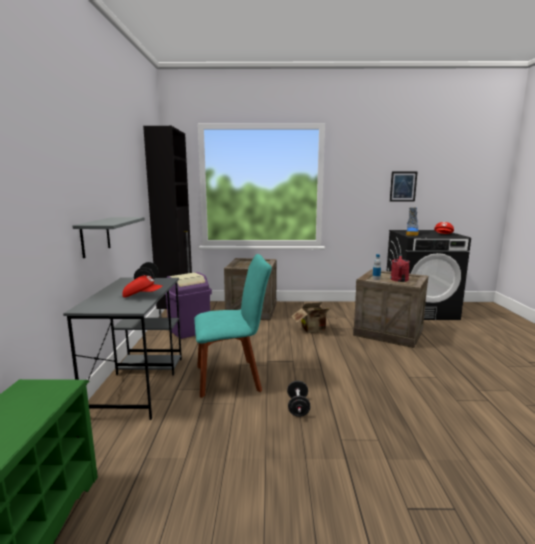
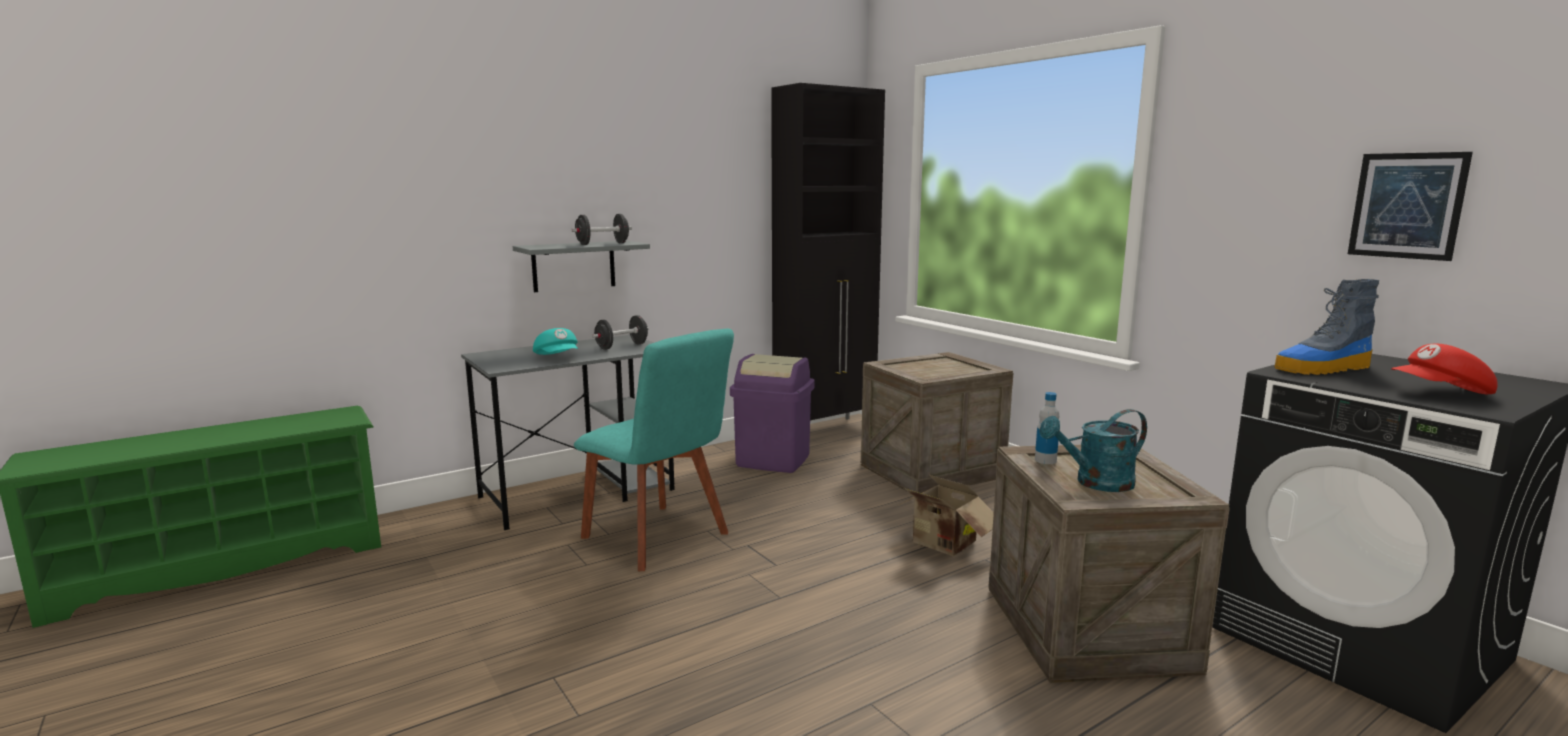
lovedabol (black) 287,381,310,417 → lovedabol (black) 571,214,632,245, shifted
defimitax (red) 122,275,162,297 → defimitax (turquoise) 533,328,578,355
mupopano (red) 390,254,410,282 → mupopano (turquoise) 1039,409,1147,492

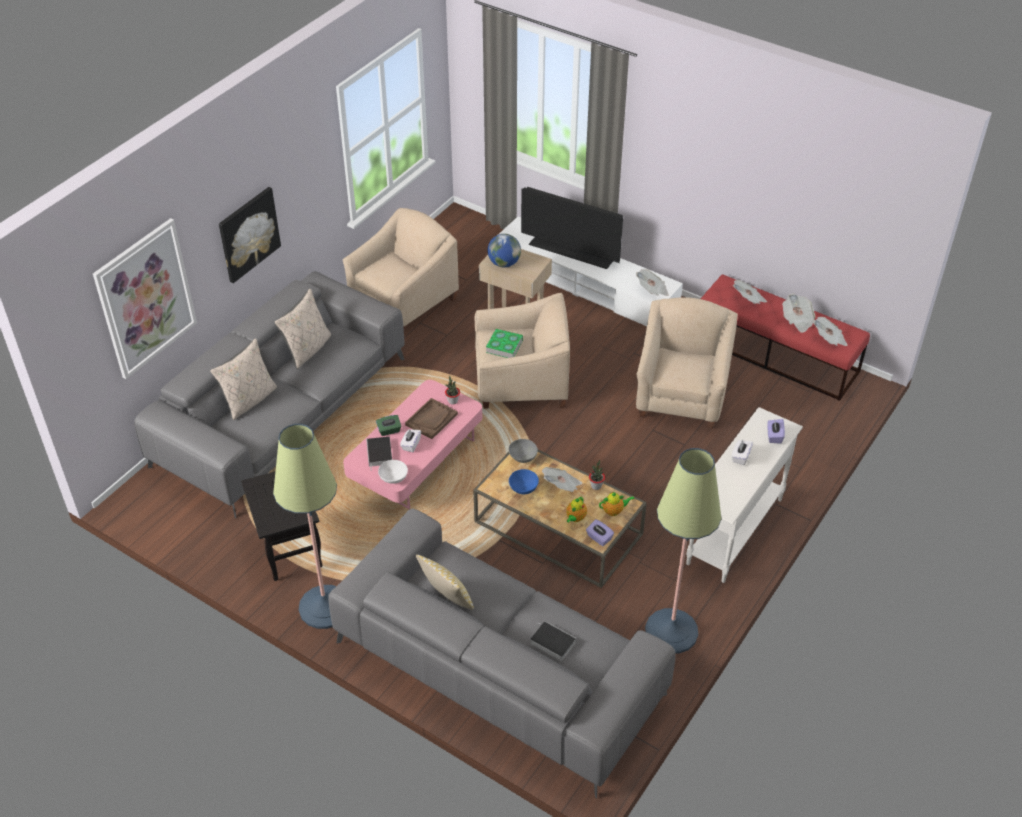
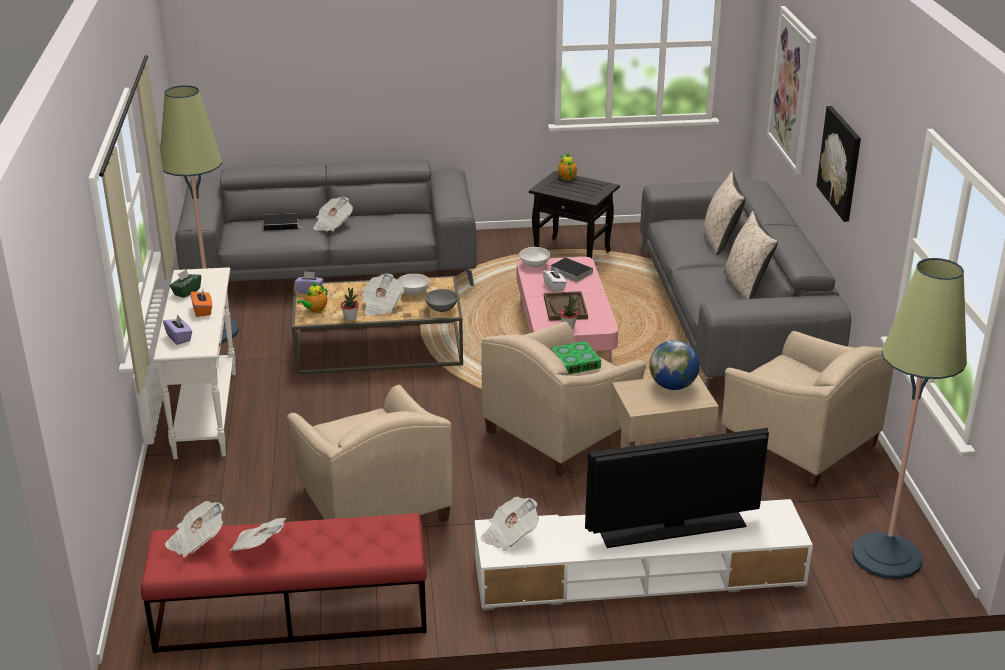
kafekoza 416,555,474,610 → -
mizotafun 273,424,337,629 → mizotafun 852,258,967,579, shifted
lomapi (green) 376,415,402,436 → lomapi (green) 170,269,201,298, shifted
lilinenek 566,496,587,523 → lilinenek 558,153,577,180, shifted
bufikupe 733,280,767,304 → bufikupe 313,197,353,231, shifted
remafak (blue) 509,469,539,494 → remafak (white) 397,274,430,295
lomapi (white) 731,440,753,465 → lomapi (orange) 191,290,212,317
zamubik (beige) 342,208,459,332 → zamubik (beige) 722,331,894,488, 45 degrees counterclockwise

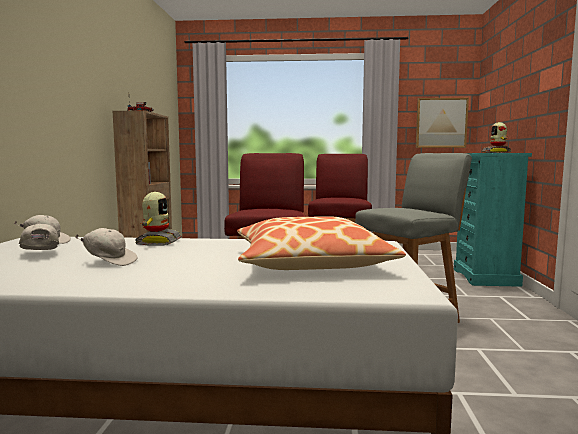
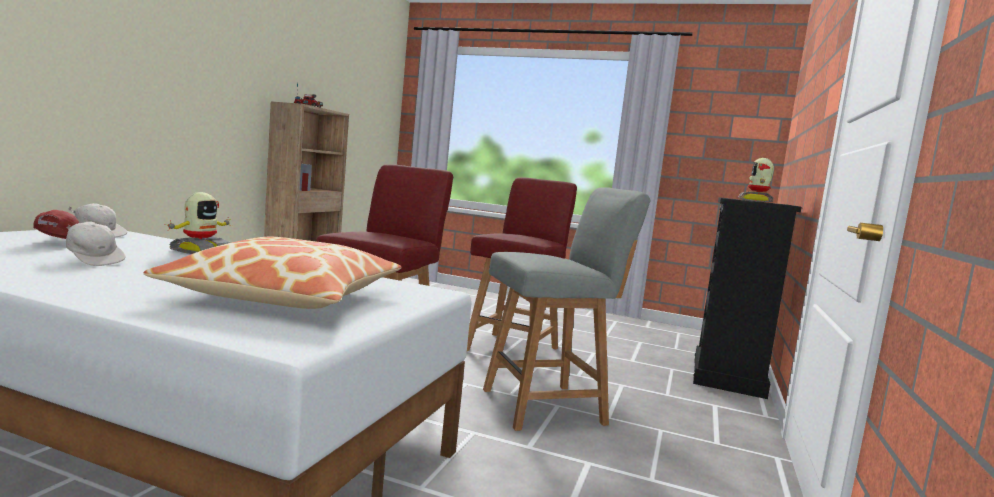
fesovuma 416,98,469,148 → -
defimitax (white) 19,224,59,250 → defimitax (red) 33,210,79,239
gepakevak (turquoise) 454,153,532,287 → gepakevak (black) 693,197,801,399

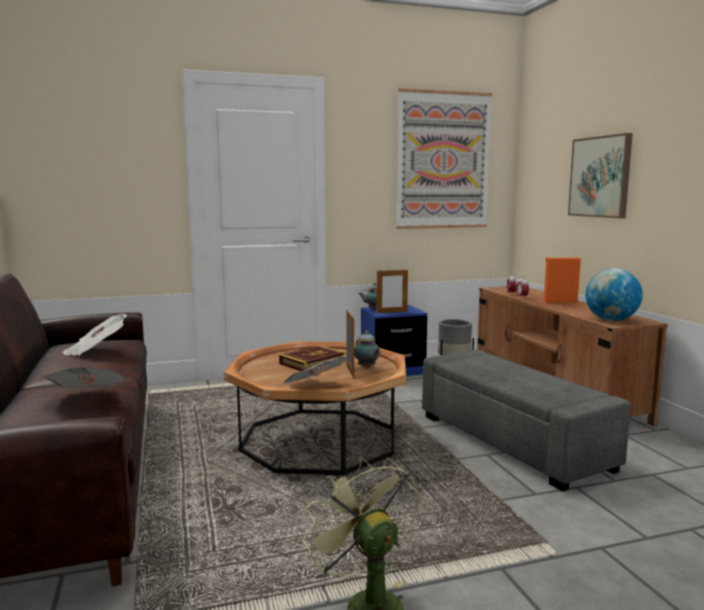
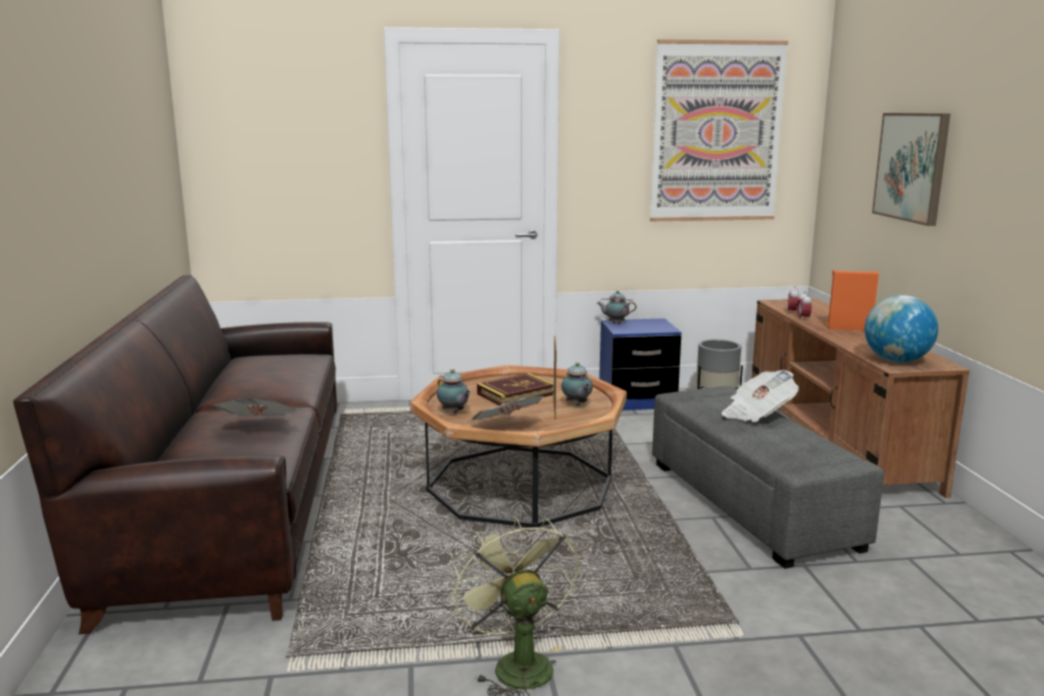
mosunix 377,269,408,313 → -
- → lilinenek 437,369,471,413
bufikupe 63,314,127,356 → bufikupe 722,370,799,422, shifted

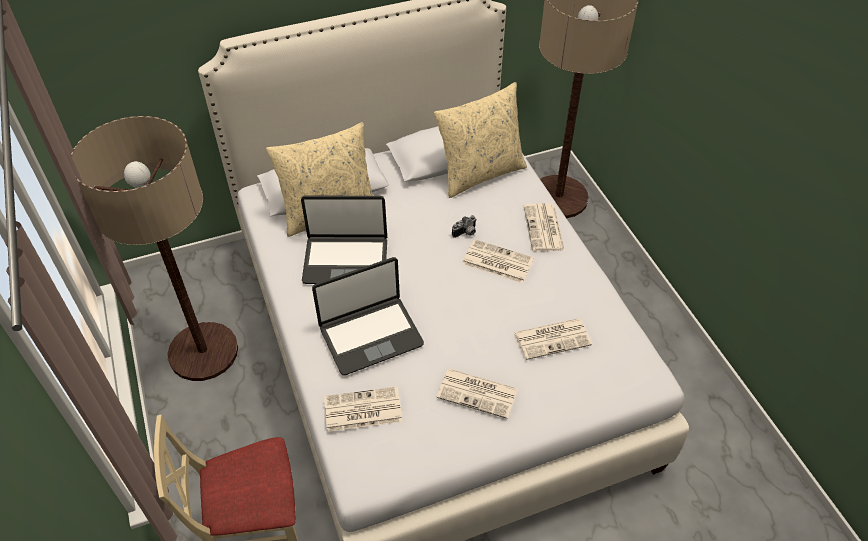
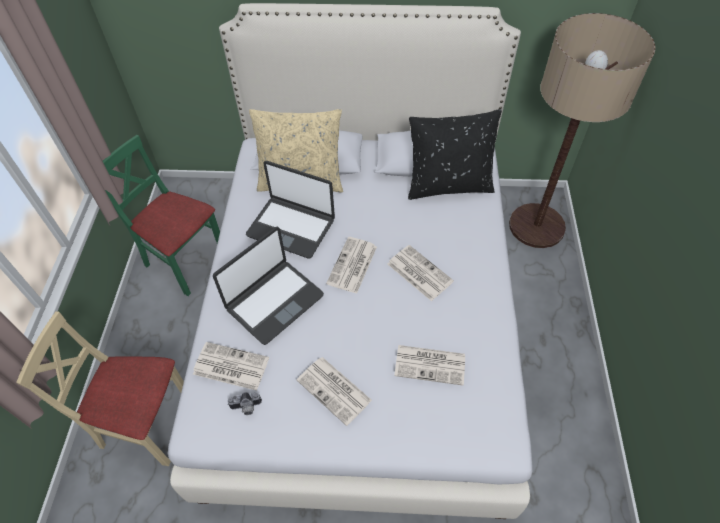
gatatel 452,215,477,238 → gatatel 227,392,262,415, shifted
bufikupe 524,203,565,252 → bufikupe 326,237,377,294, shifted
mizotafun 71,116,238,381 → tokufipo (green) 103,135,220,296
kafekoza (beige) 434,82,527,198 → kafekoza (black) 408,109,502,200
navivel 312,257,424,375 → navivel 213,227,324,345, 45 degrees counterclockwise

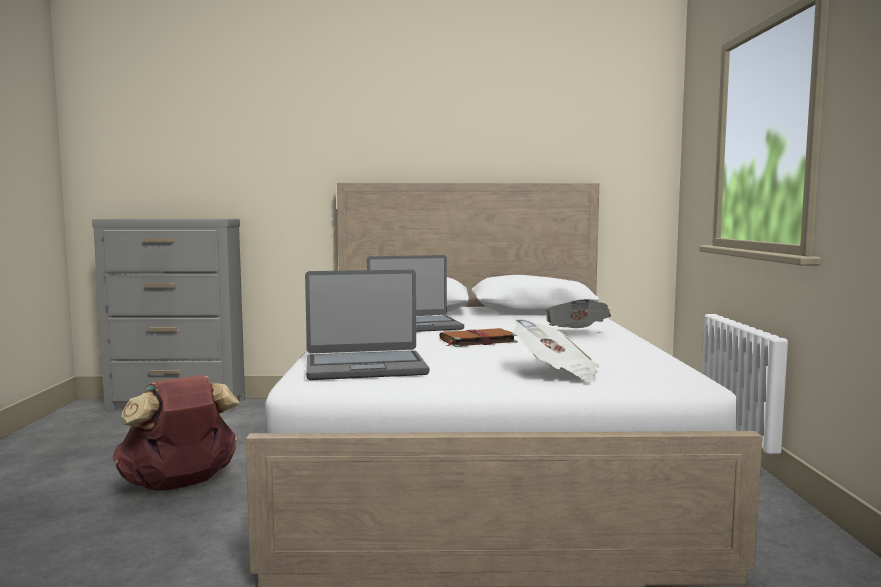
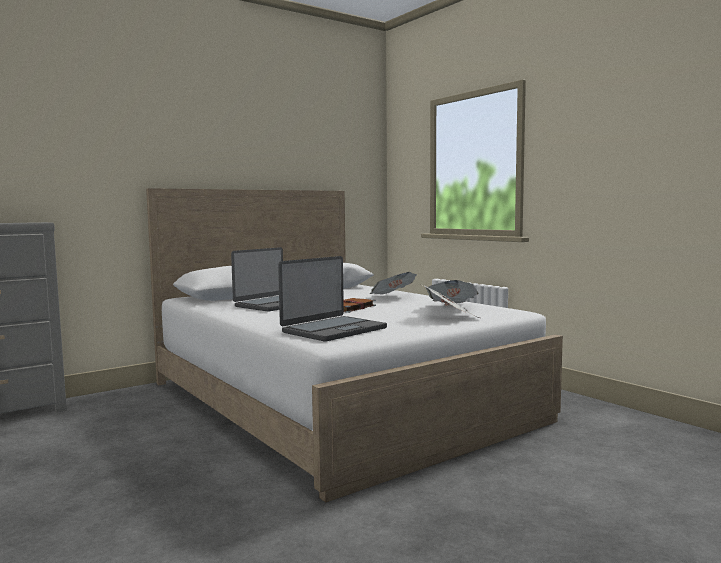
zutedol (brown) 113,375,240,491 → -
- → bufikupe 426,280,479,303

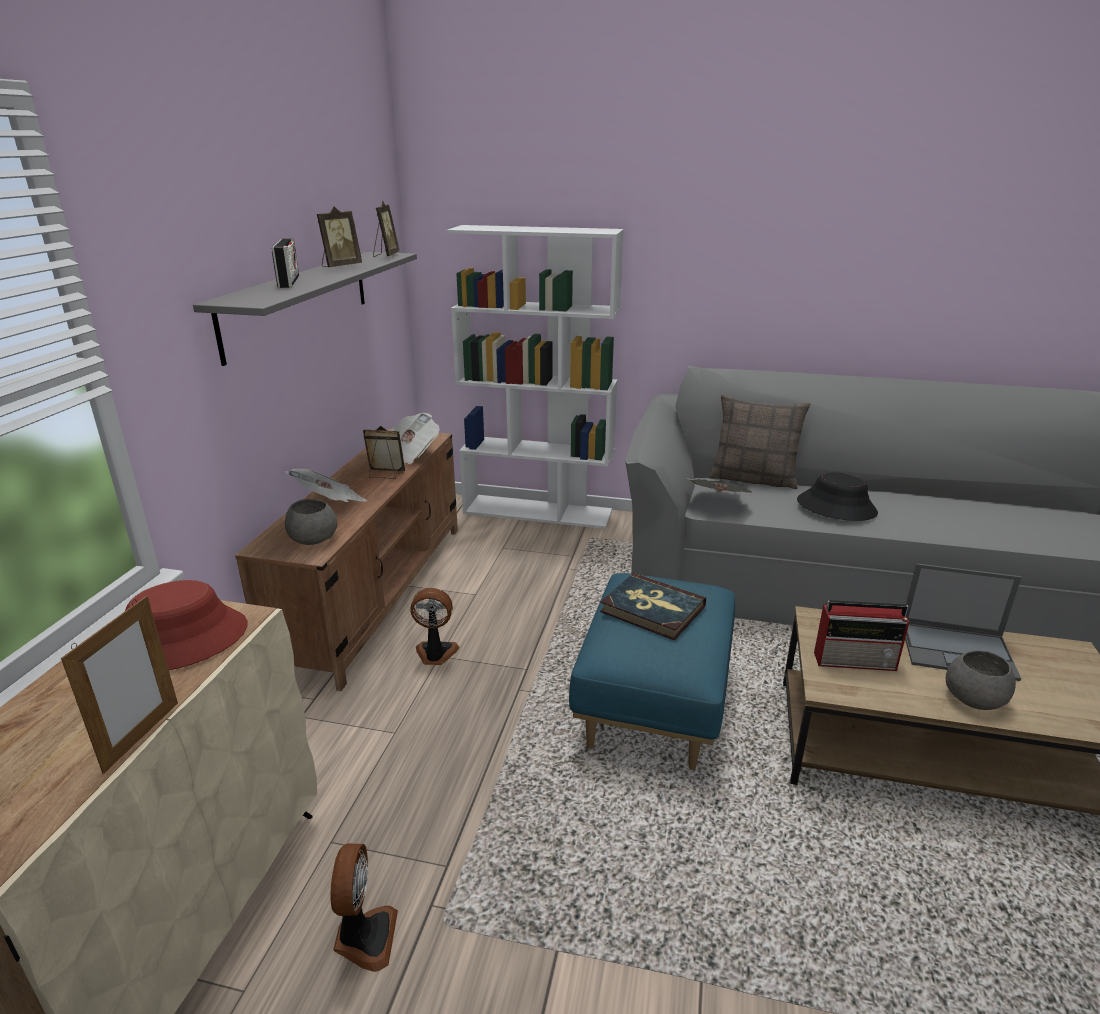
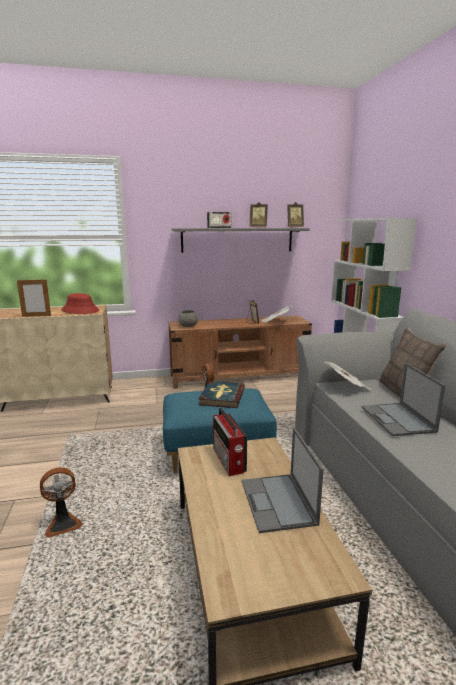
bufikupe 285,468,368,502 → -
remafak (grey) 945,650,1016,710 → -
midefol 330,843,398,972 → midefol 40,467,82,538, shifted
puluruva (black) 797,472,878,521 → navivel 362,363,446,436

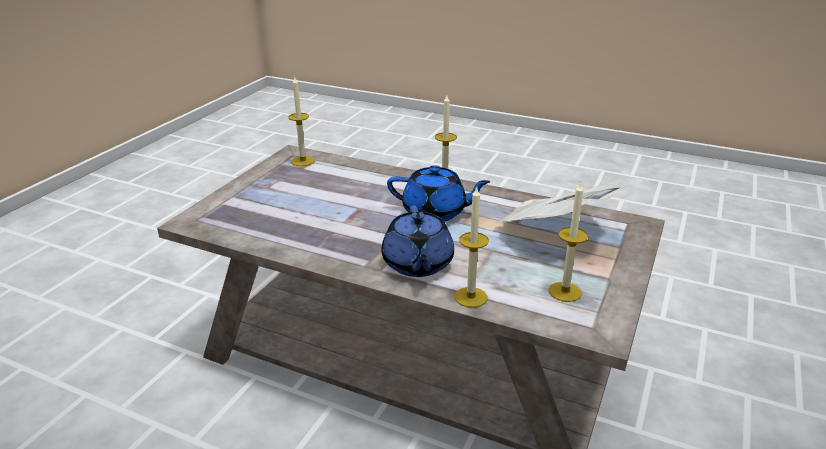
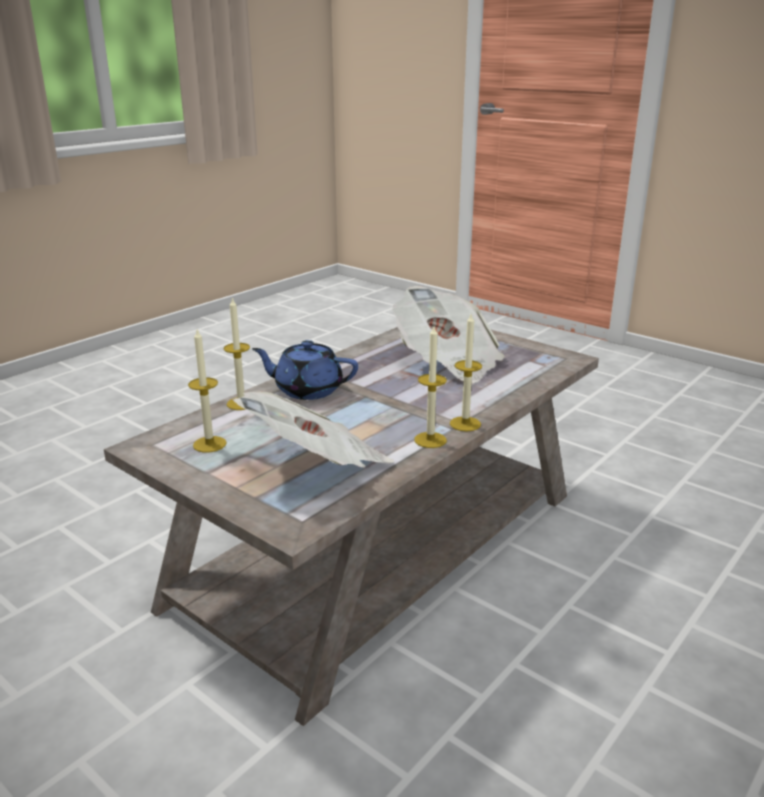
lilinenek (blue) 387,165,490,221 → -
- → bufikupe 392,286,505,384
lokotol 288,77,315,166 → lokotol 414,327,447,448, shifted

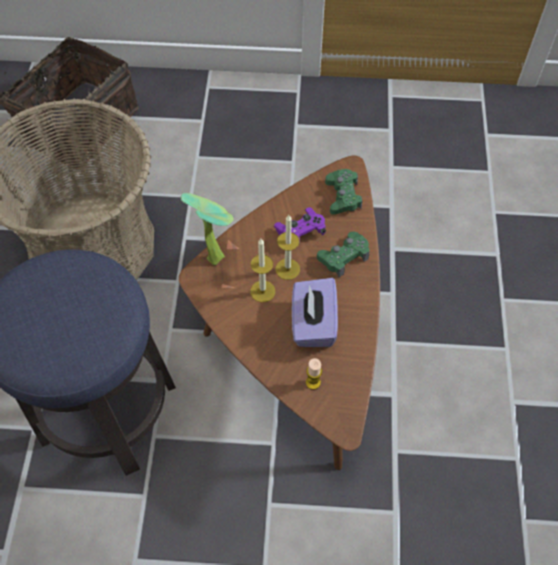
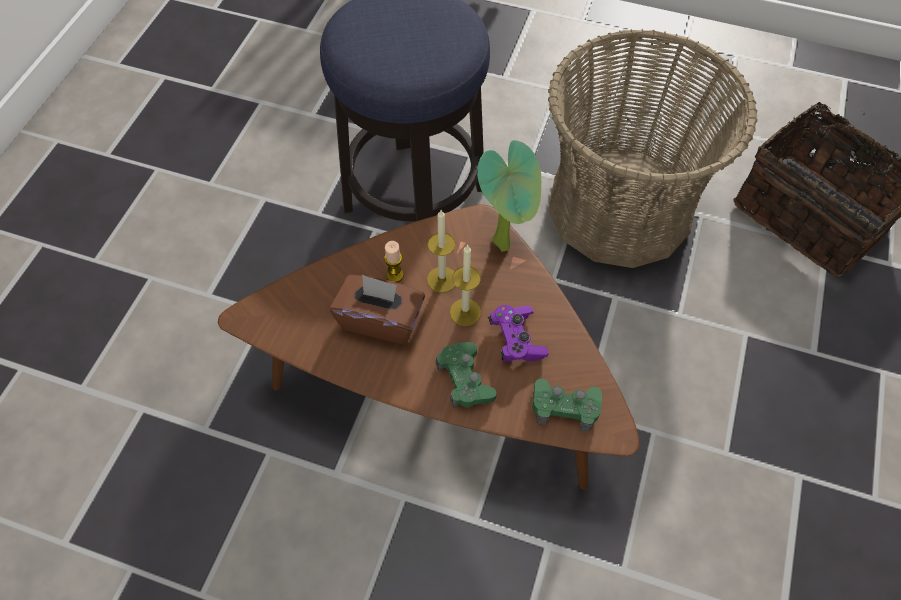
lokotol 306,358,322,390 → lokotol 384,241,404,282, shifted
lomapi (purple) 292,278,338,347 → lomapi (brown) 330,274,425,344

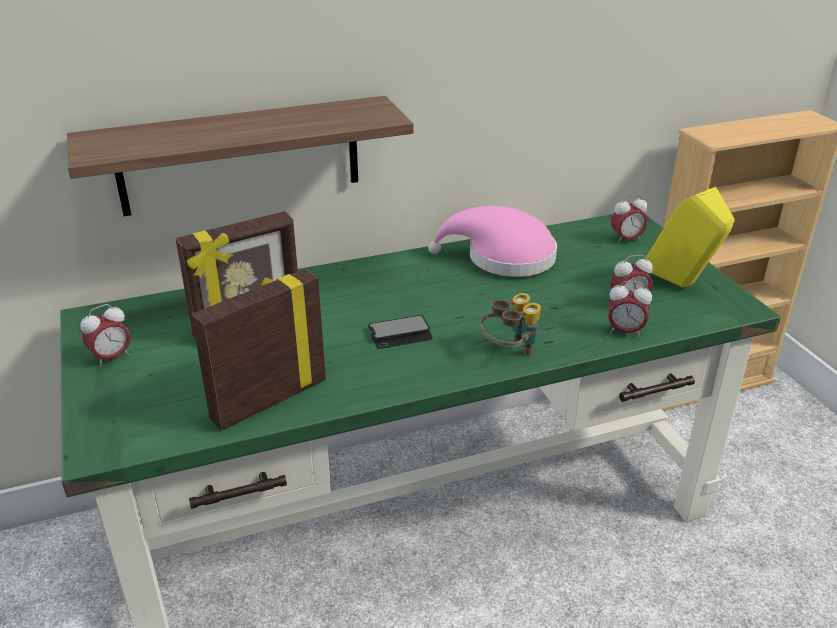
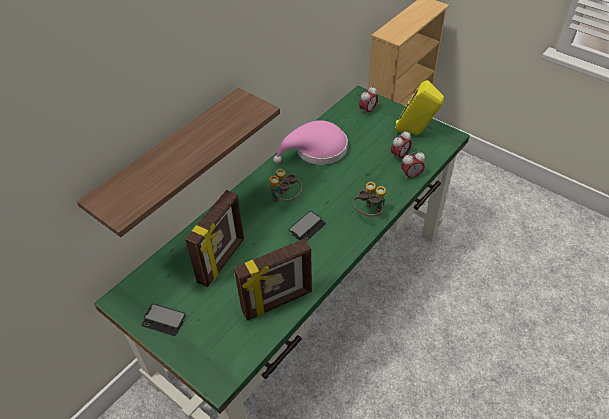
- → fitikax 269,169,302,202
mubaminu 80,304,130,367 → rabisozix 141,304,186,336
mosunix 191,269,326,431 → mosunix 234,239,312,320, 135 degrees counterclockwise

